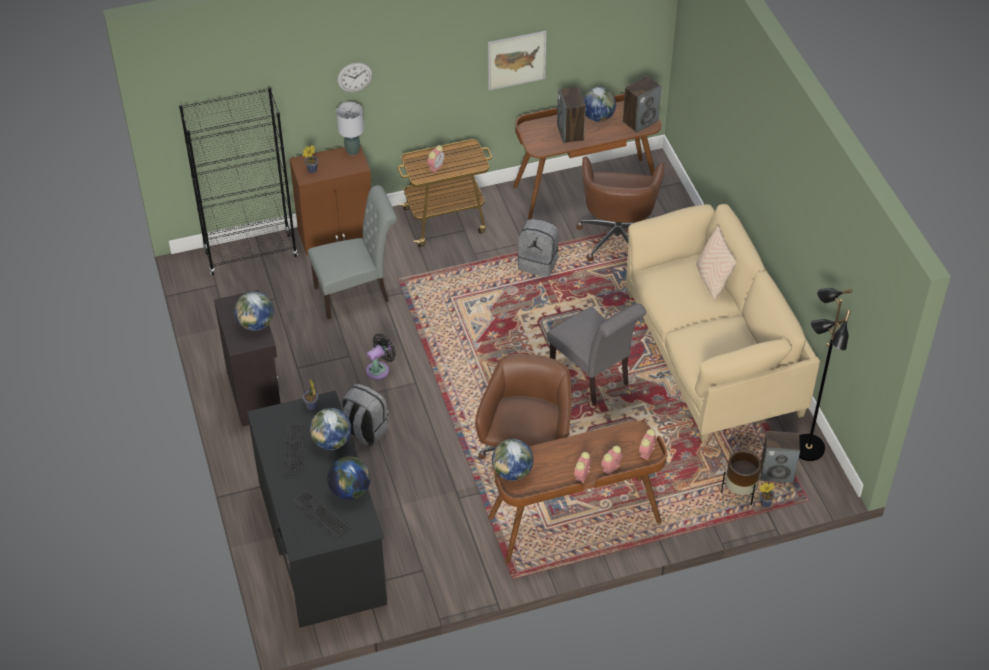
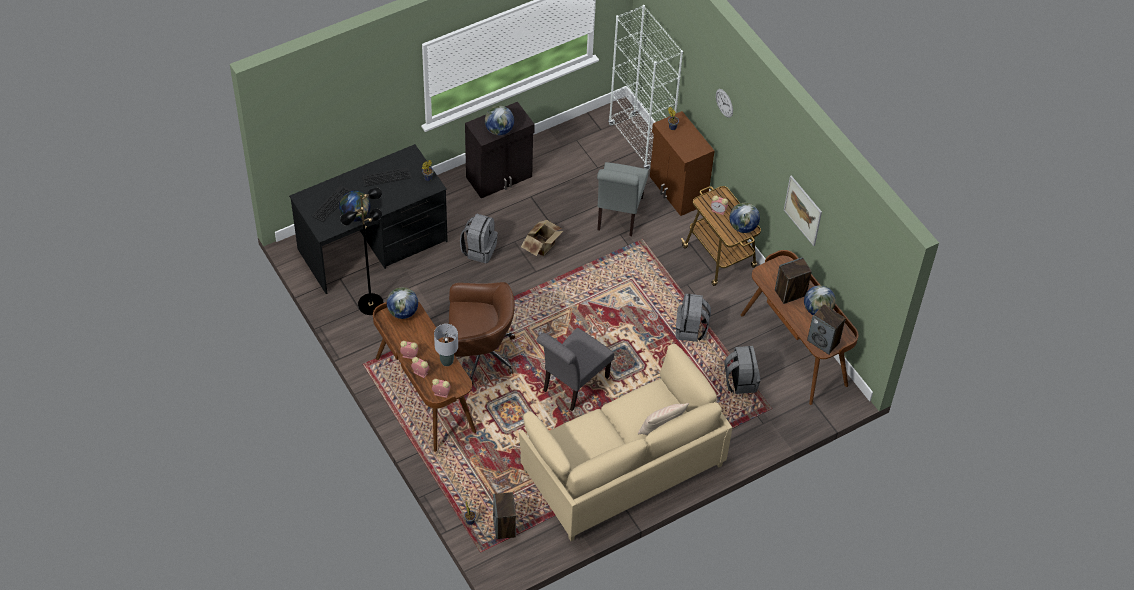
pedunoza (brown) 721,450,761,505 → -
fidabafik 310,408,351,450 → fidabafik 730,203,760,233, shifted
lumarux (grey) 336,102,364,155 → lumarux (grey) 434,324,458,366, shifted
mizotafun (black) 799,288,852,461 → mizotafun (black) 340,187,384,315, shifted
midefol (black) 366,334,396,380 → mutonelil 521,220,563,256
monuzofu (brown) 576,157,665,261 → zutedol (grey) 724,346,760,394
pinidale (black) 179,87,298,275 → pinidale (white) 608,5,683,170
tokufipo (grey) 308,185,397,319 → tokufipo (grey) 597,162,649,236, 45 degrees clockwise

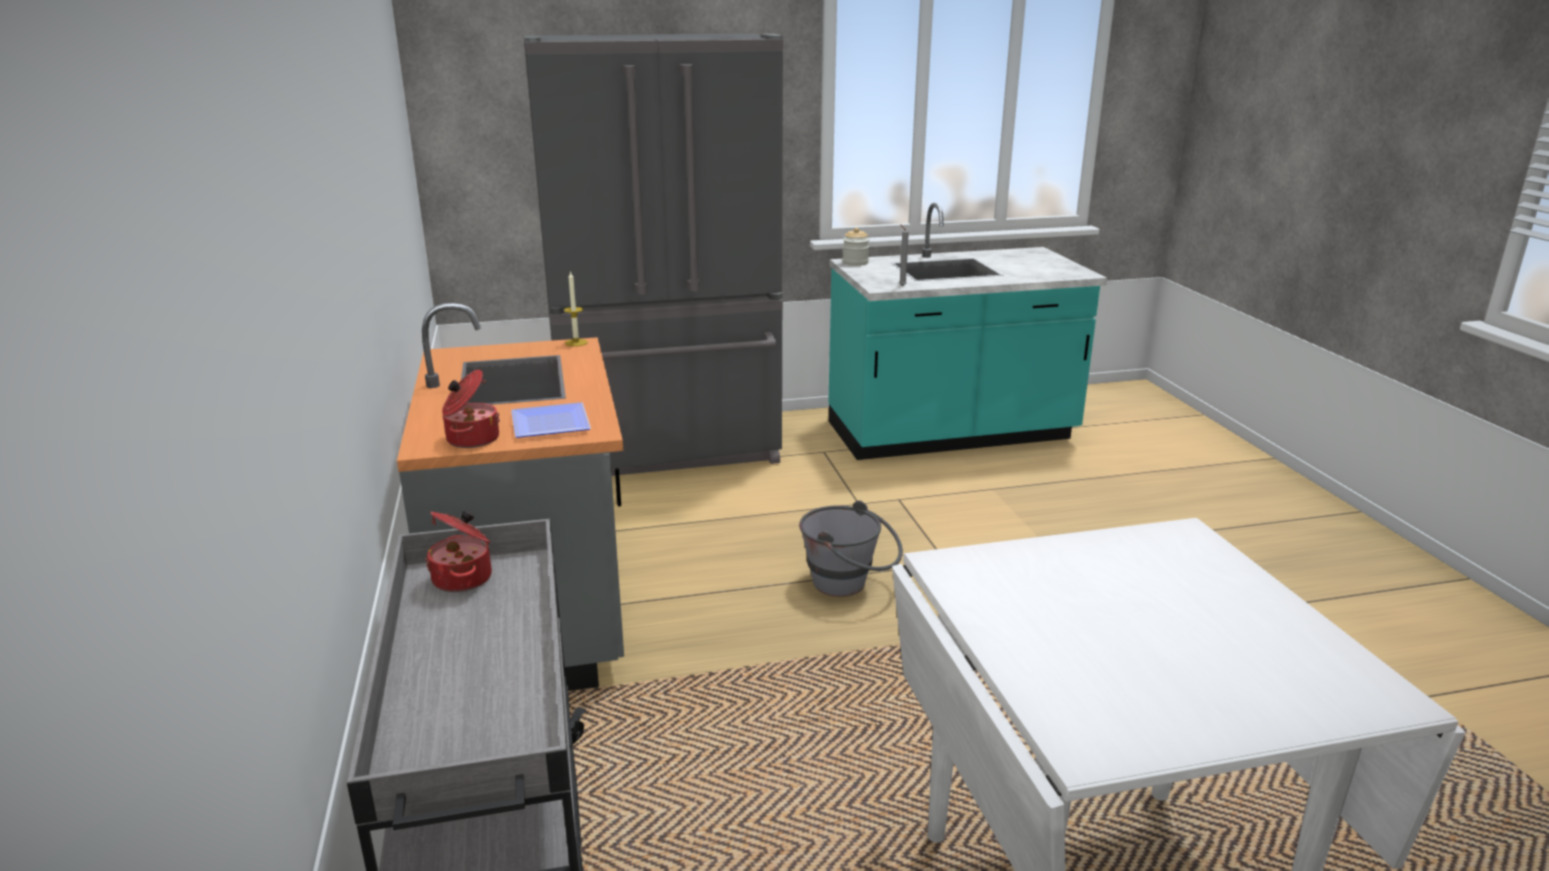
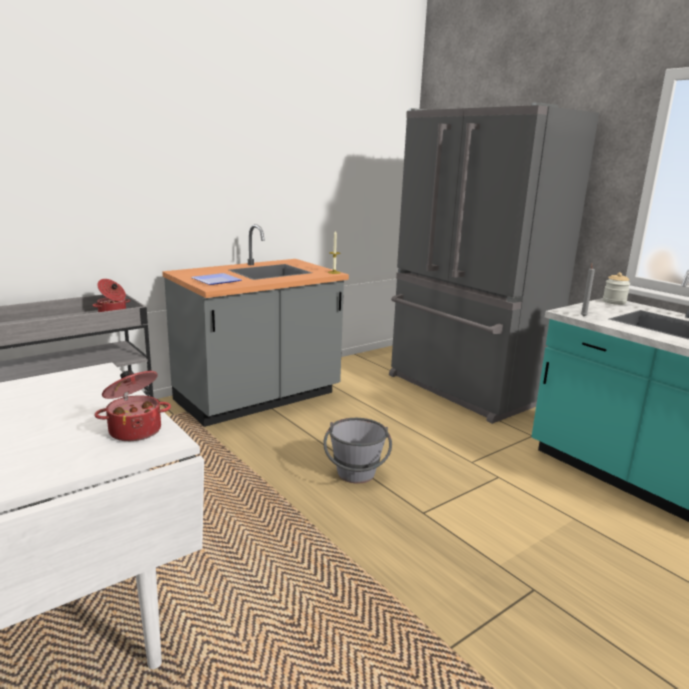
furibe 442,369,500,448 → furibe 94,371,171,441, shifted

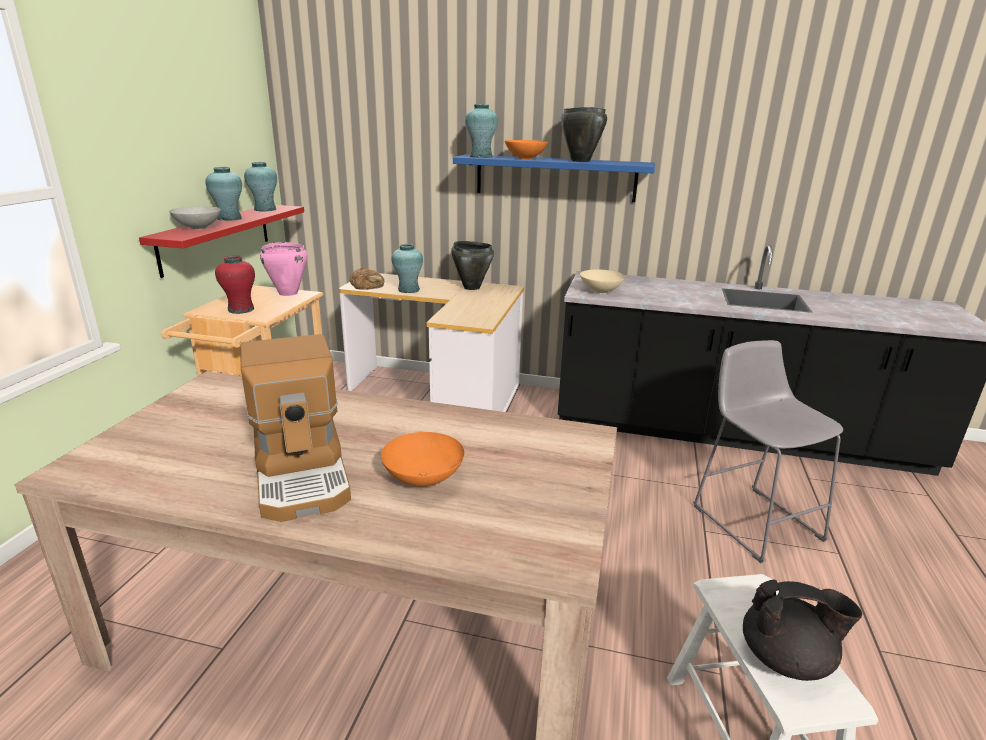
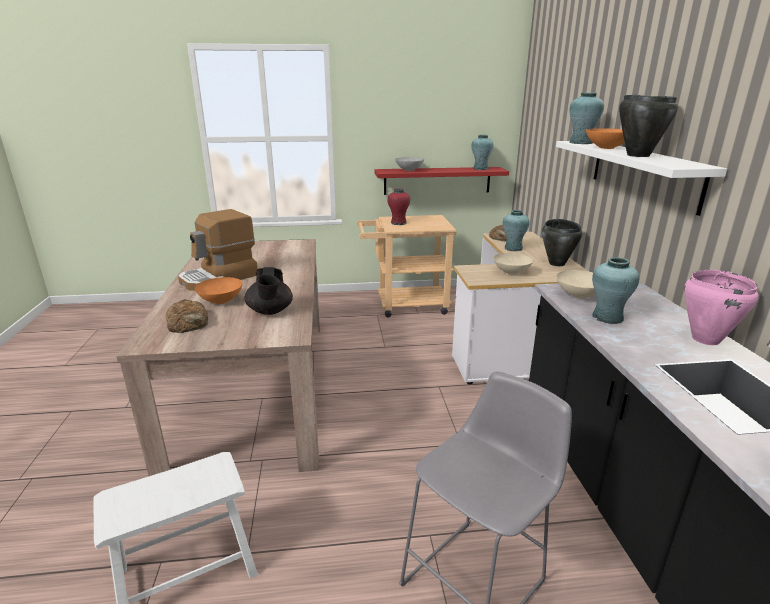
- → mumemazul 166,299,208,333
- → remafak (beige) 493,253,533,275
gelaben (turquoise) 205,167,242,221 → gelaben (turquoise) 592,257,639,324, shifted
furibe (pink) 260,242,307,296 → furibe (pink) 684,270,759,345, shifted
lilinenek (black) 743,579,862,681 → lilinenek (black) 244,267,293,315, shifted
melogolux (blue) 453,154,655,202 → melogolux (white) 556,141,727,216

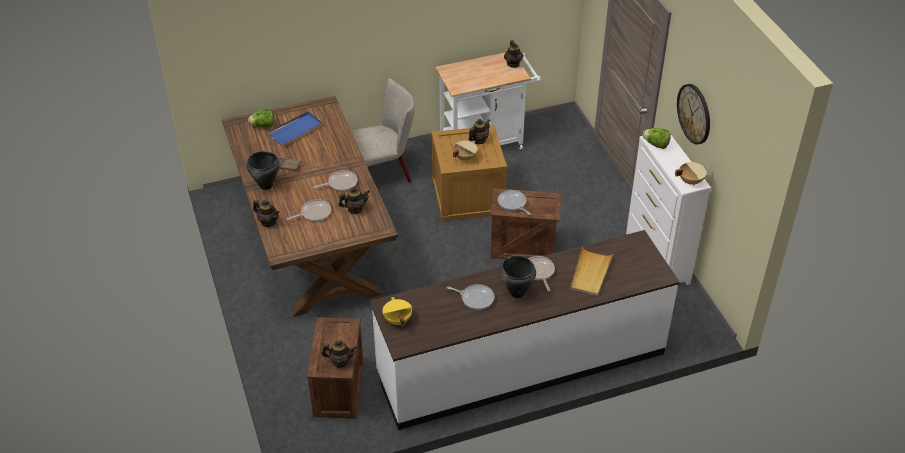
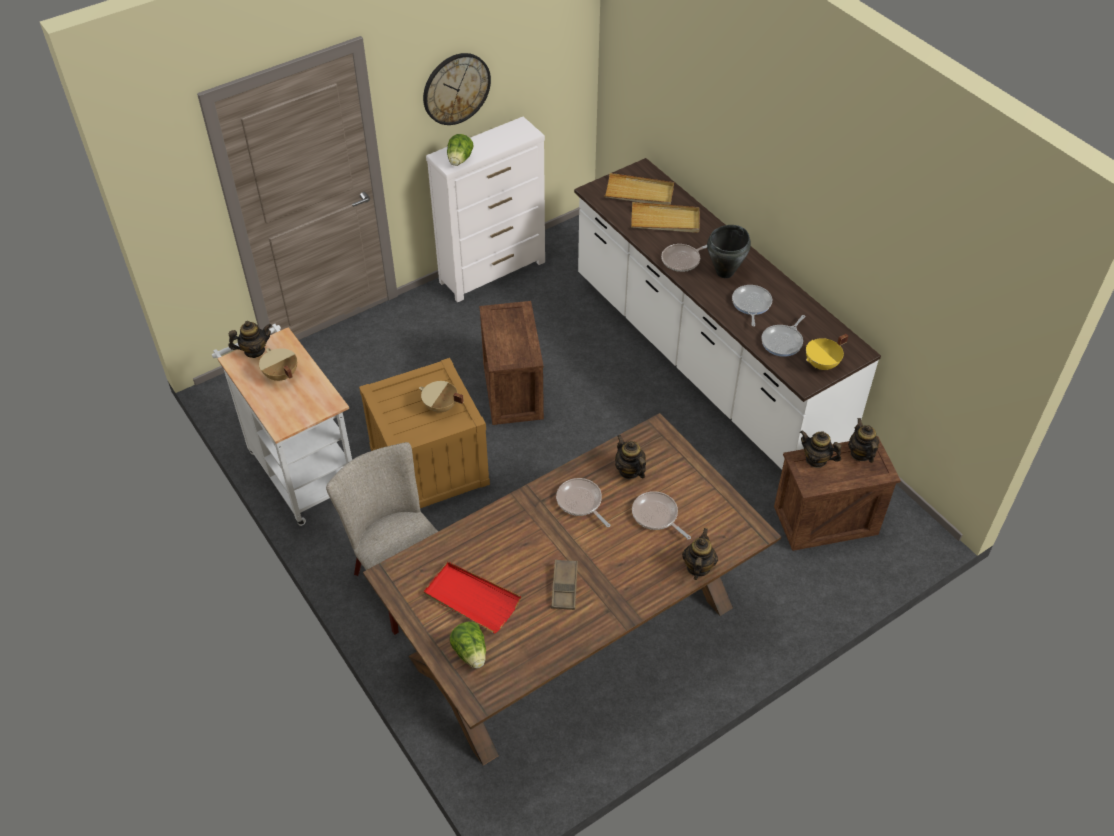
furibe (black) 246,151,280,190 → -
- → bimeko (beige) 604,173,674,205
lilinenek 469,119,490,144 → lilinenek 800,430,842,468, shifted
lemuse 498,190,531,215 → lemuse 761,315,805,357, shifted
furibe (beige) 675,162,708,185 → furibe (beige) 259,348,297,381, shifted
bimeko (blue) 267,111,323,146 → bimeko (red) 423,561,521,634

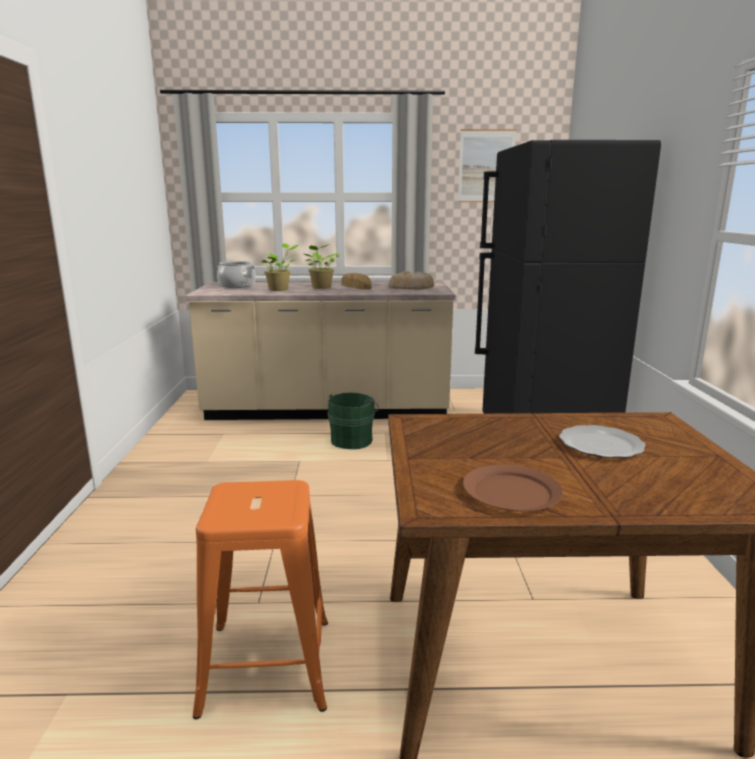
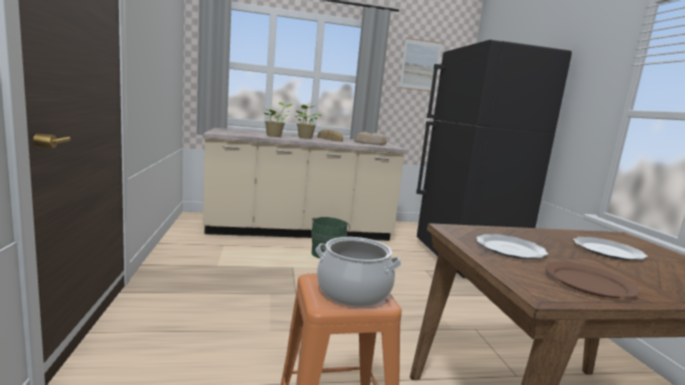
- → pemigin 476,234,548,259
furibe 217,261,256,288 → furibe 316,237,402,307, shifted

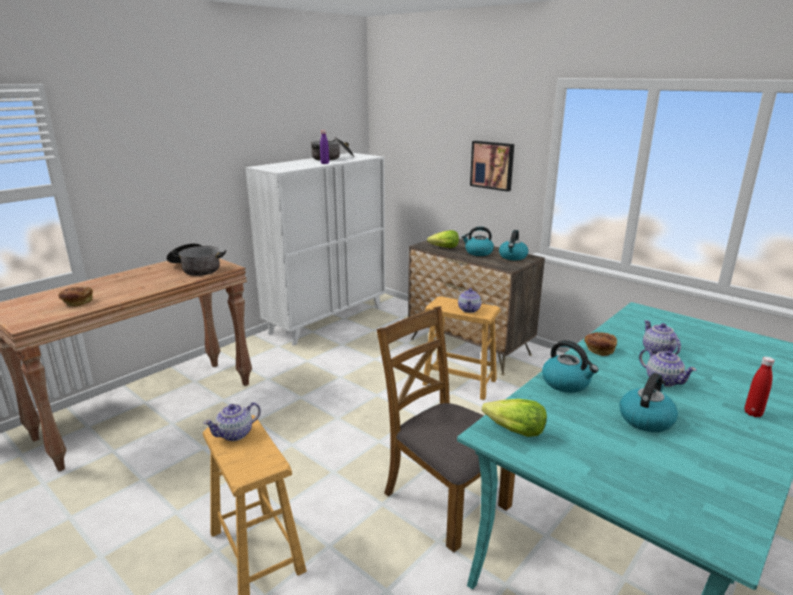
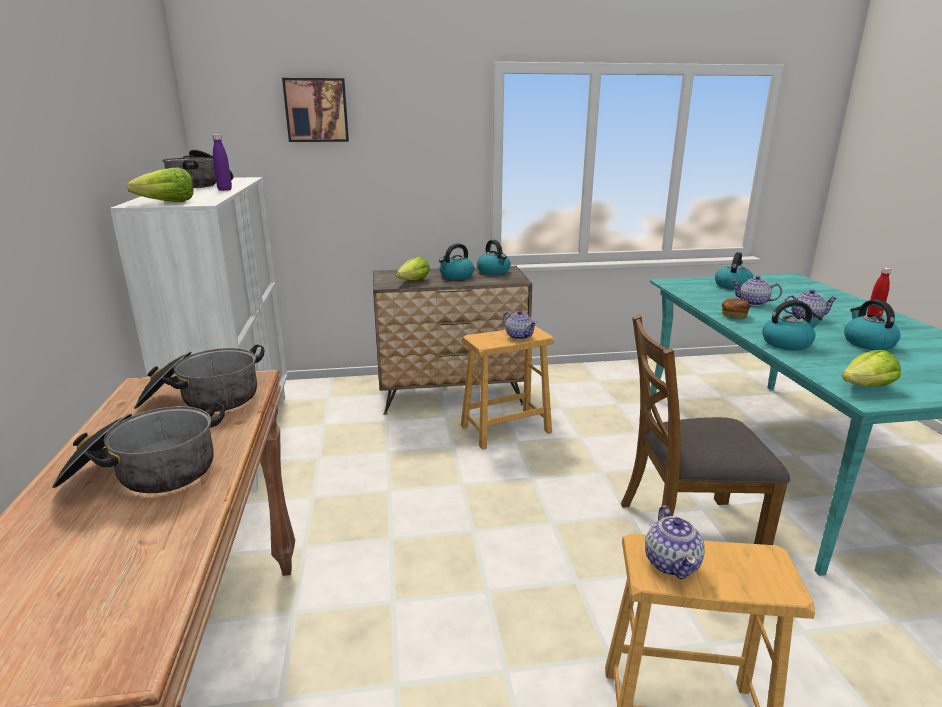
mumemazul 59,287,93,307 → -
- → furibe 52,402,225,493
- → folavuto 127,168,194,202
- → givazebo 715,252,754,290
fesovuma 470,141,514,192 → fesovuma 282,78,349,142, shifted

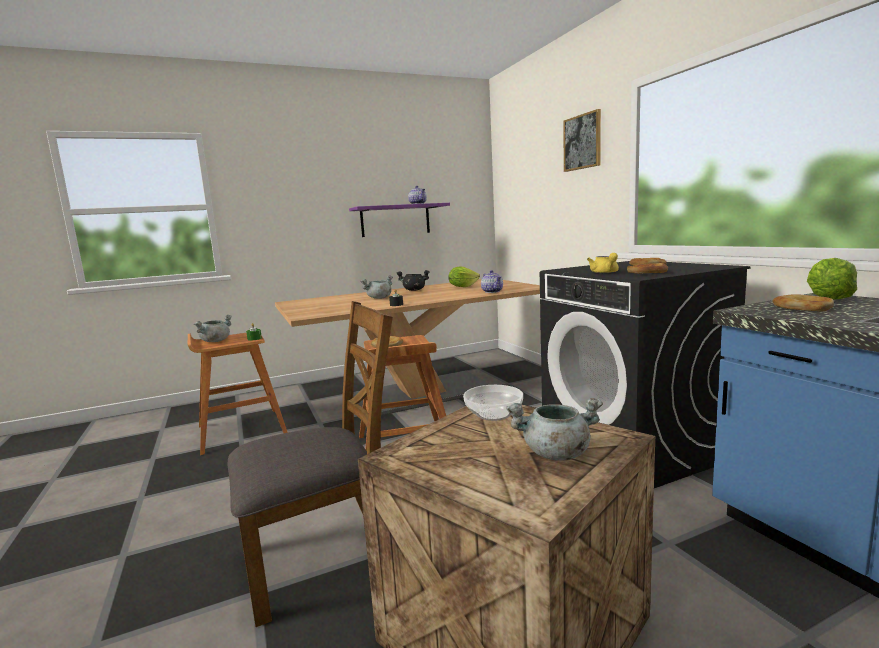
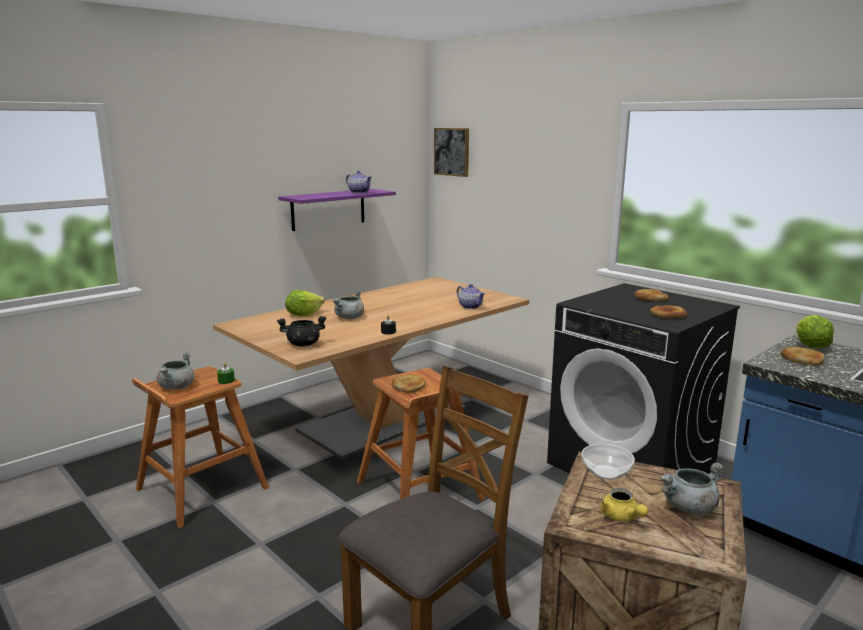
furibe (black) 397,270,430,291 → furibe (black) 277,316,326,347, shifted
folavuto 448,267,480,287 → folavuto 285,290,325,316, shifted
fesovuma 563,109,601,172 → fesovuma 434,128,469,177, shifted
lilinenek (yellow) 587,253,619,273 → lilinenek (yellow) 601,488,648,522, shifted

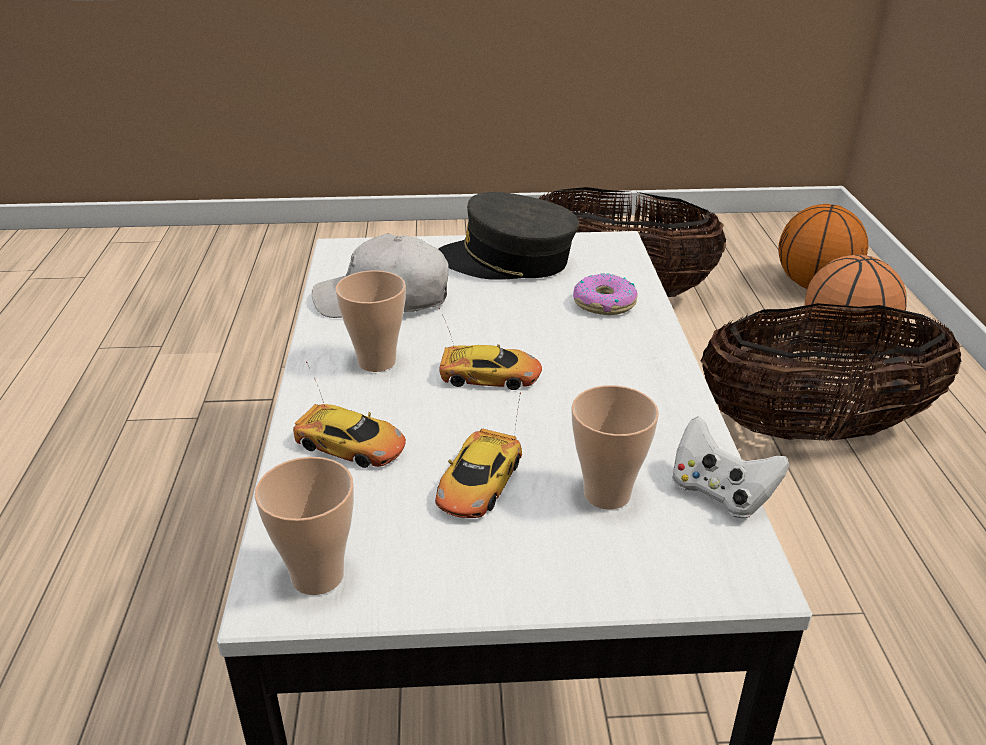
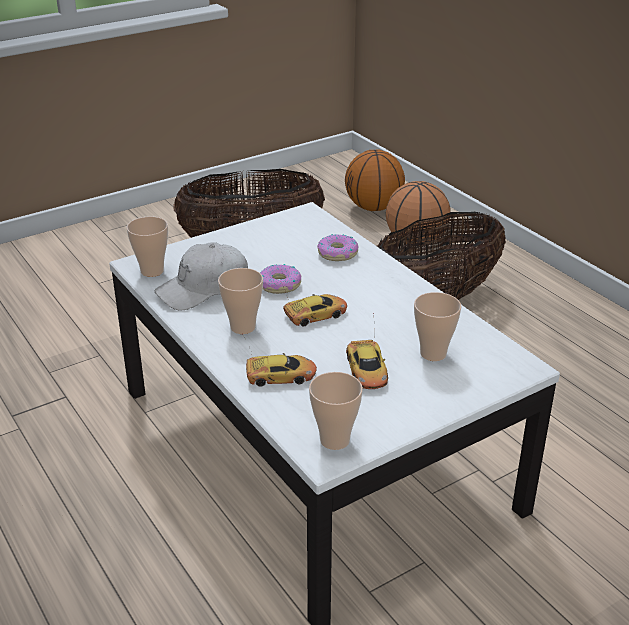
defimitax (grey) 438,192,579,280 → -
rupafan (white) 672,416,789,518 → -
- → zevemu 127,216,168,277
- → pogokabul 260,264,301,294

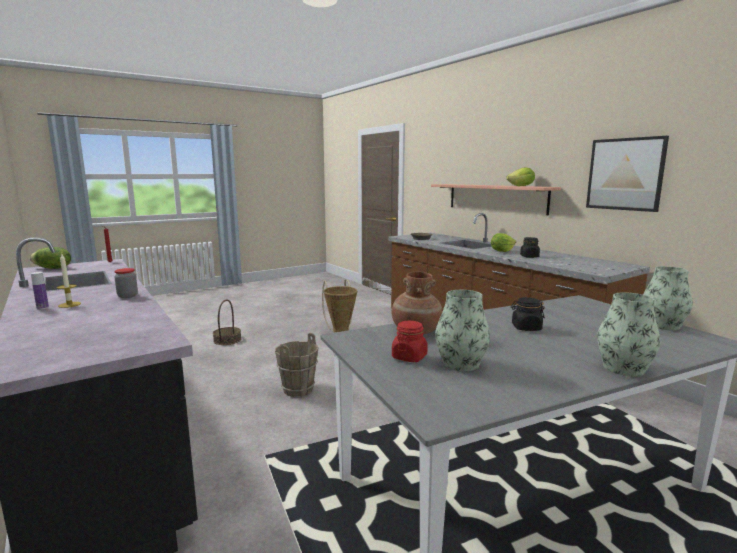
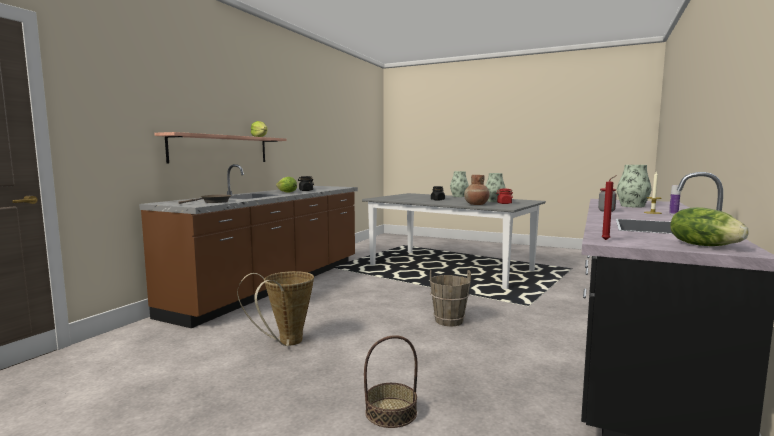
fesovuma 586,136,669,212 → -
gelaben 643,266,693,330 → gelaben 617,165,651,208, shifted

